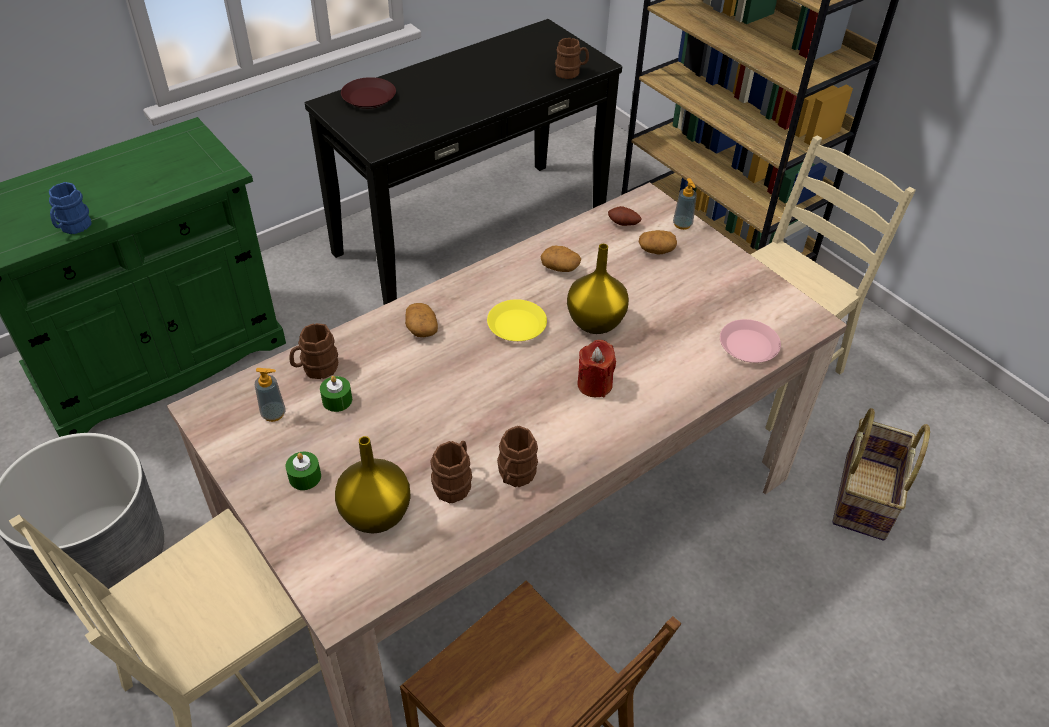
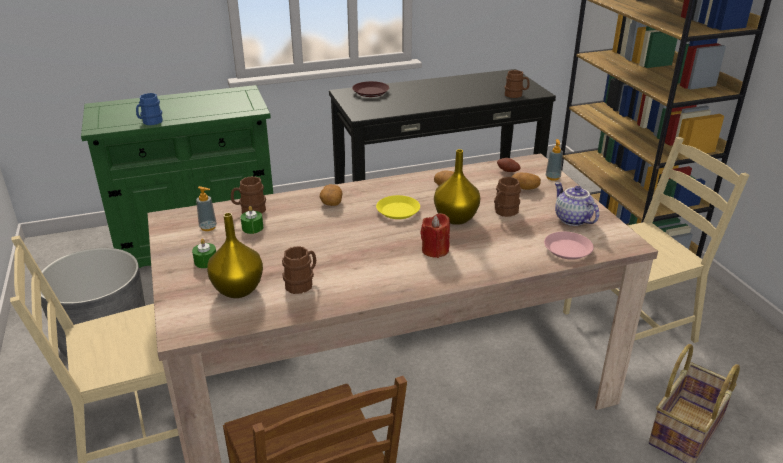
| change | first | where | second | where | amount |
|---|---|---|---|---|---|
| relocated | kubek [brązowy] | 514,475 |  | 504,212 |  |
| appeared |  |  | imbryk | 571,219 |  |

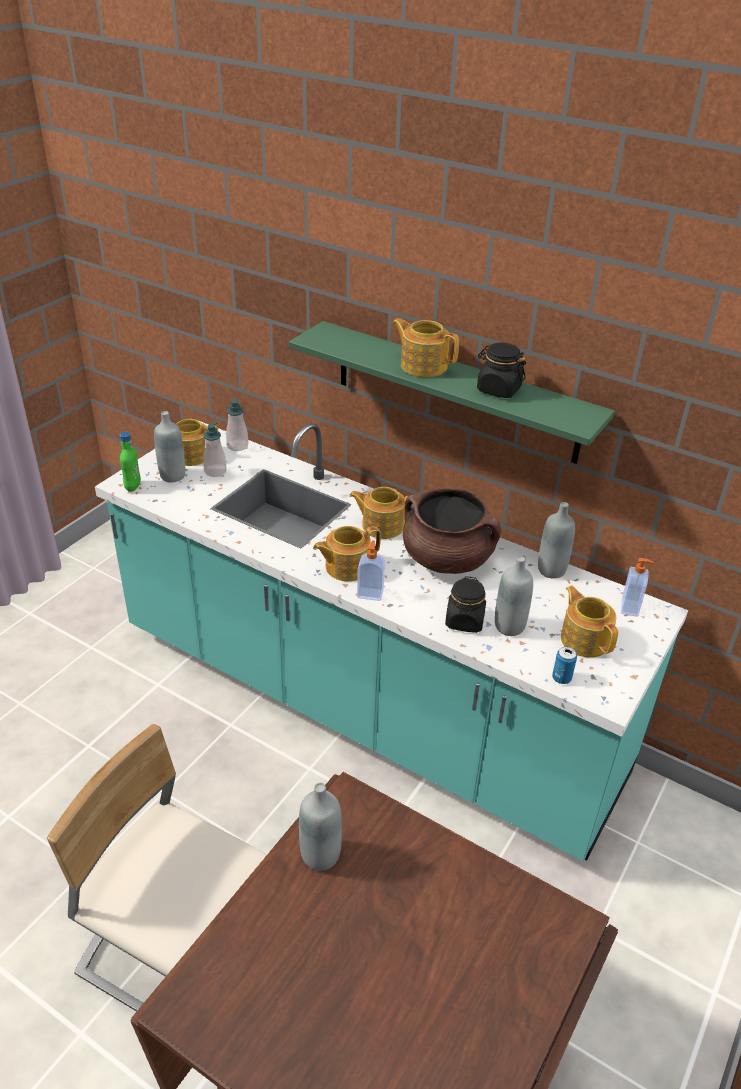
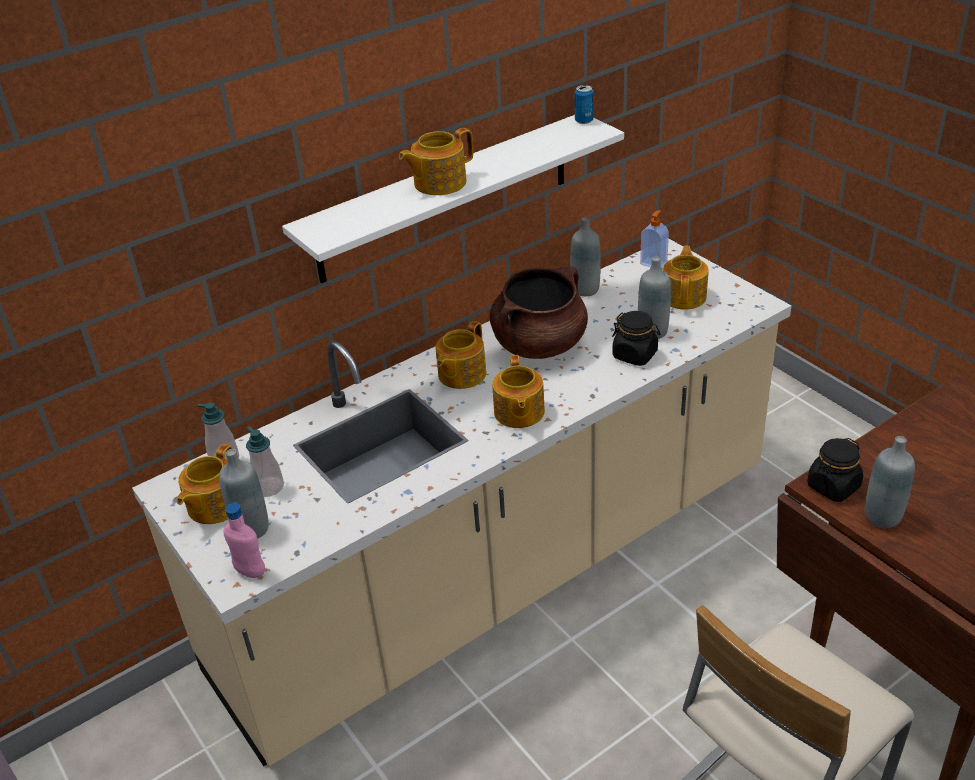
| change | first | where | second | where | amount |
|---|---|---|---|---|---|
| colour | zabudowa kuchenna [turkusowy] | 364,703 | zabudowa kuchenna [beżowy] | 500,571 |  |
| colour | butelka [zielony] | 133,486 | butelka [różowy] | 250,571 |  |
| colour | półka [zielony] | 455,392 | półka [biały] | 445,197 |  |
| relocated | puszka | 561,678 |  | 584,120 |  |
| spun | imbryk | 584,639 |  | 684,296 | 105 degrees clockwise |
| relocated | słoik [czarny] | 498,389 |  | 833,486 |  |
| missing | dozownik mydła | 370,593 |  |  |  |

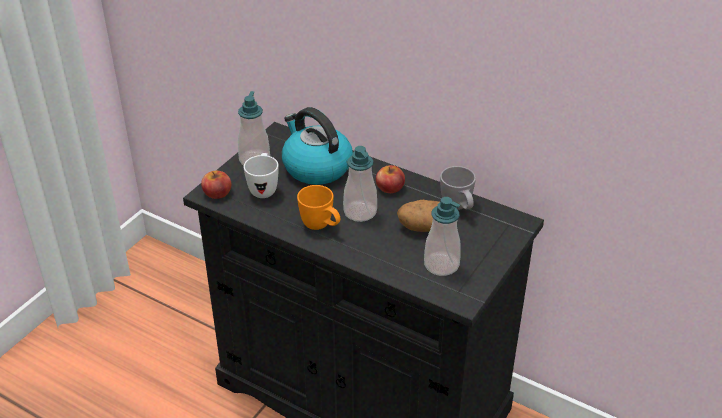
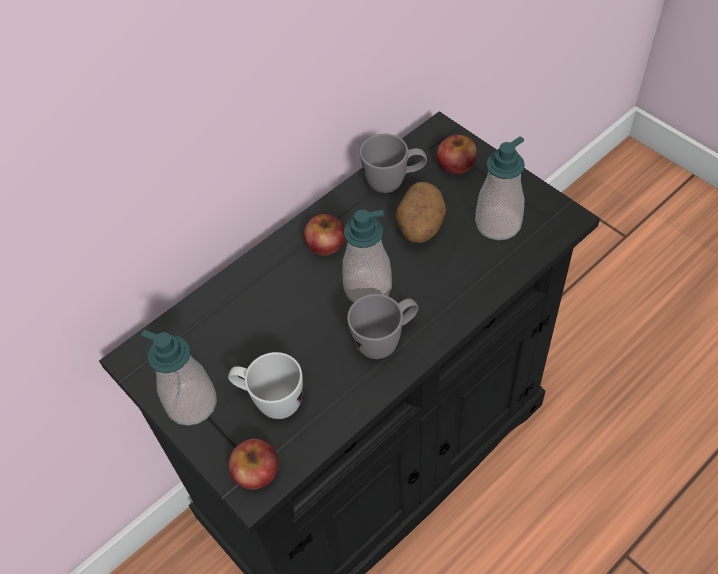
| change | first | where | second | where | amount |
|---|---|---|---|---|---|
| colour | kubek [pomarańczowy] | 321,227 | kubek [szary] | 386,340 |  |
| appeared |  |  | jabłko | 456,164 |  |
| missing | czajnik | 316,167 |  |  |  |

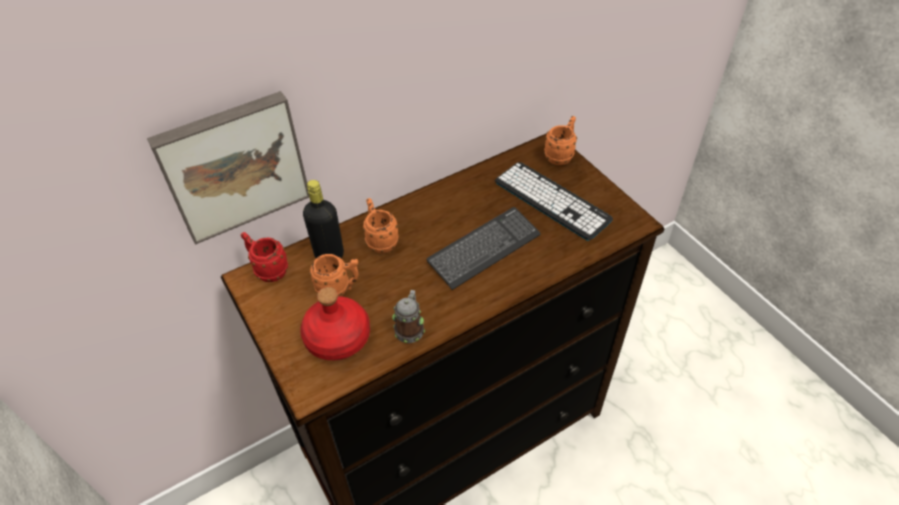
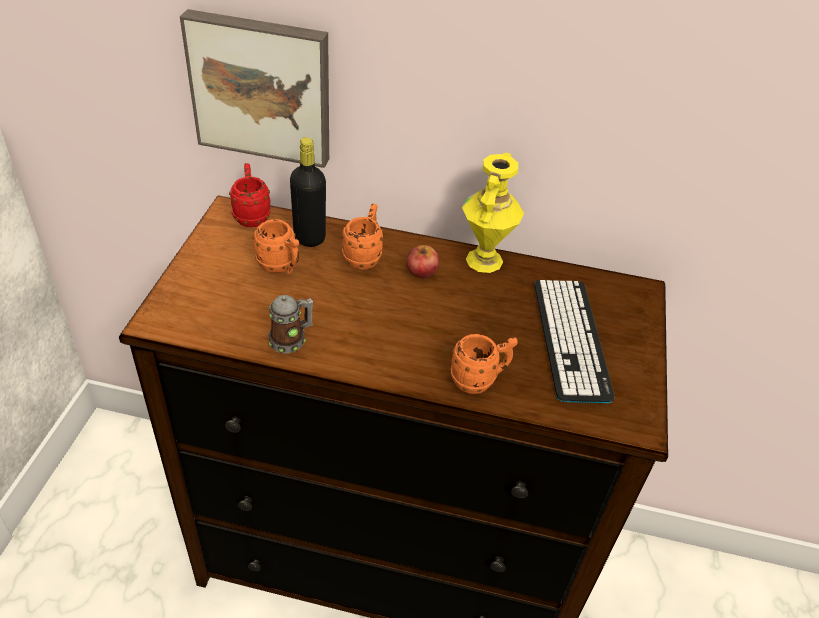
| change | first | where | second | where | amount |
|---|---|---|---|---|---|
| appeared |  |  | jabłko | 421,270 |  |
| relocated | kubek [pomarańczowy] | 560,155 |  | 479,380 |  |
| appeared |  |  | wazon [żółty] | 485,260 |  |
| missing | butelka [czerwony] | 338,339 |  |  |  |
| missing | klawiatura | 484,249 |  |  |  |

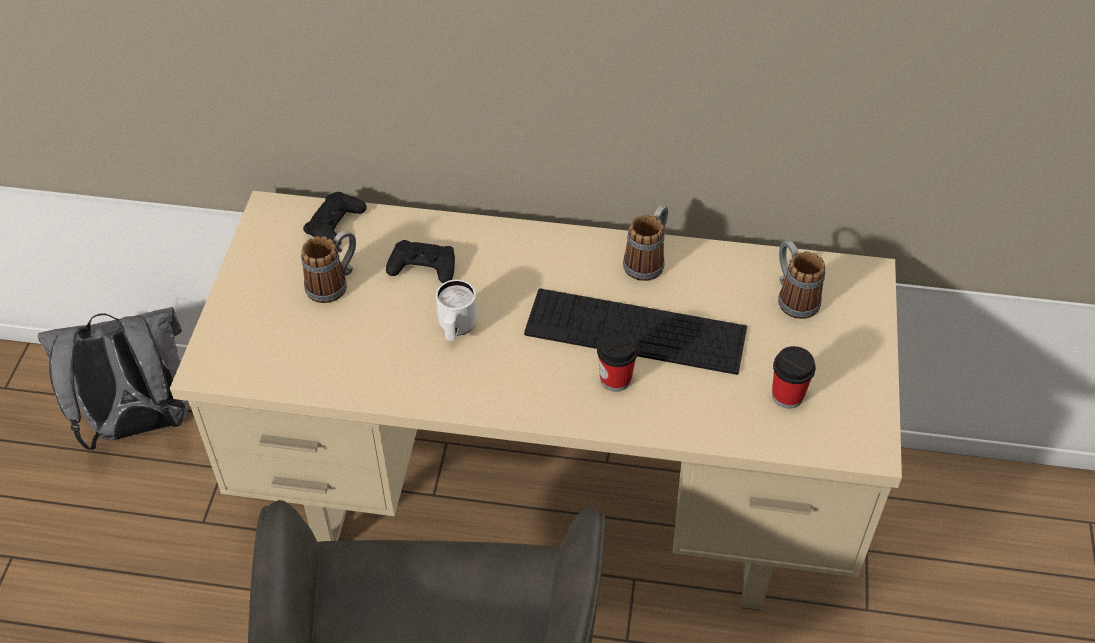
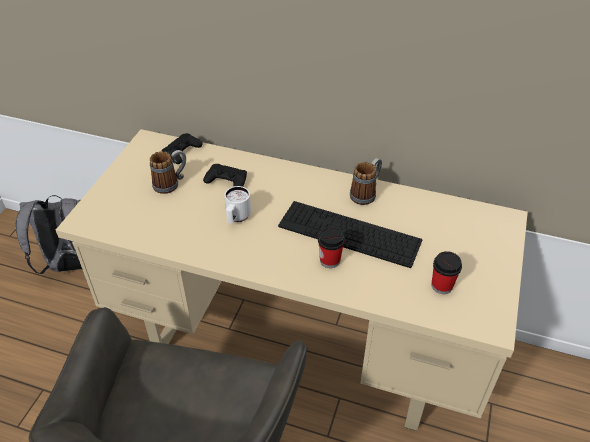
| change | first | where | second | where | amount |
|---|---|---|---|---|---|
| missing | kubek | 793,297 |  |  |  |

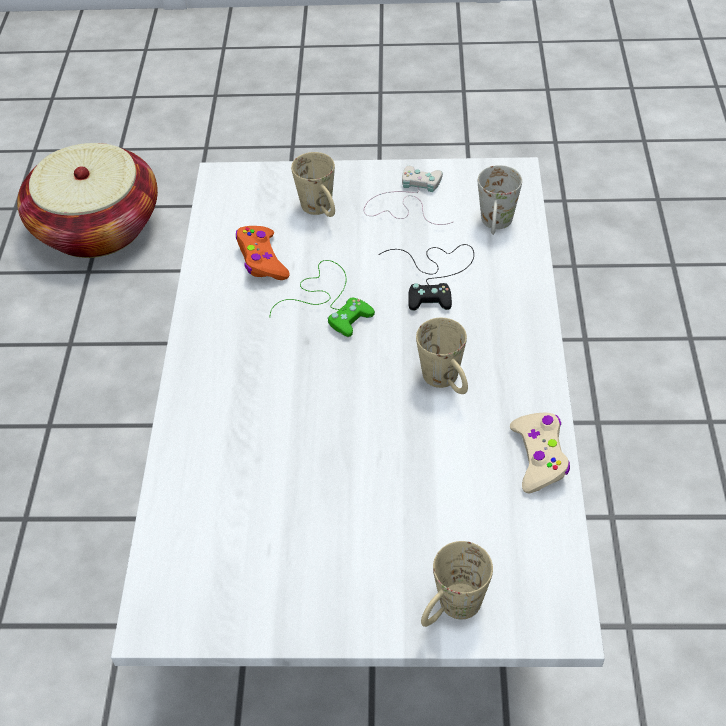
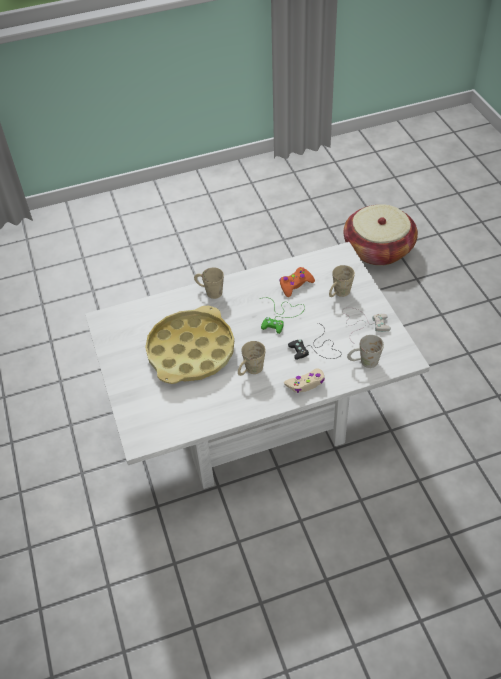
| change | first | where | second | where | amount |
|---|---|---|---|---|---|
| appeared |  |  | taca [żółty] | 190,351 |  |
| relocated | kubek [beżowy] | 451,611 |  | 209,292 |  |
| relocated | pad do gier [beżowy] | 539,457 |  | 306,384 |  |

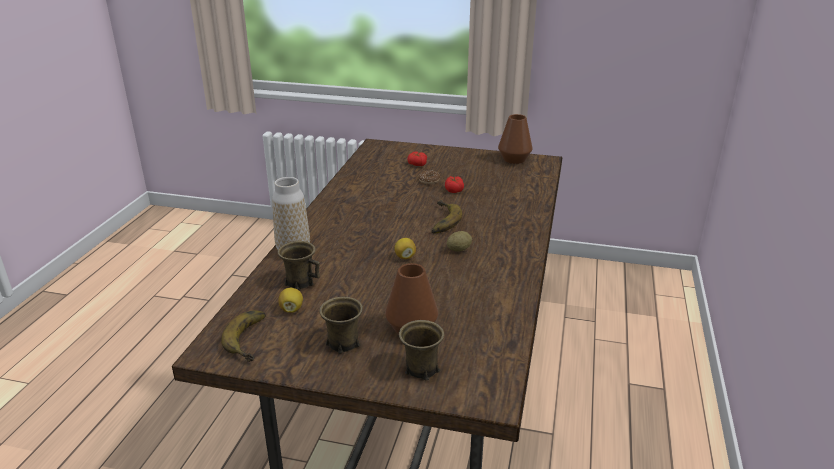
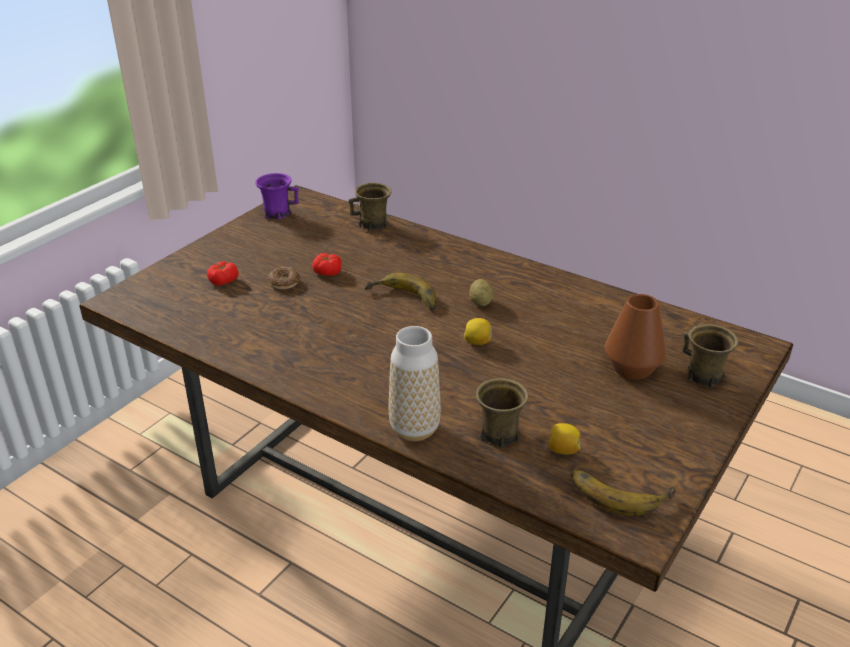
| change | first | where | second | where | amount |
|---|---|---|---|---|---|
| exchanged | wazon [brązowy] | 514,159 | kubek [fioletowy] | 277,213 |  |
| relocated | kubek [brązowy] | 342,343 |  | 373,224 |  |

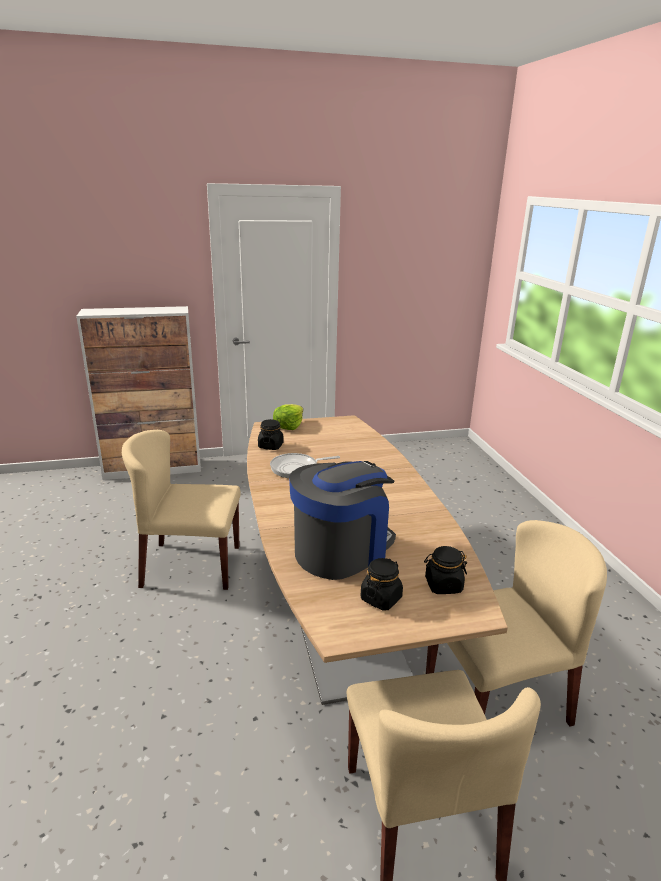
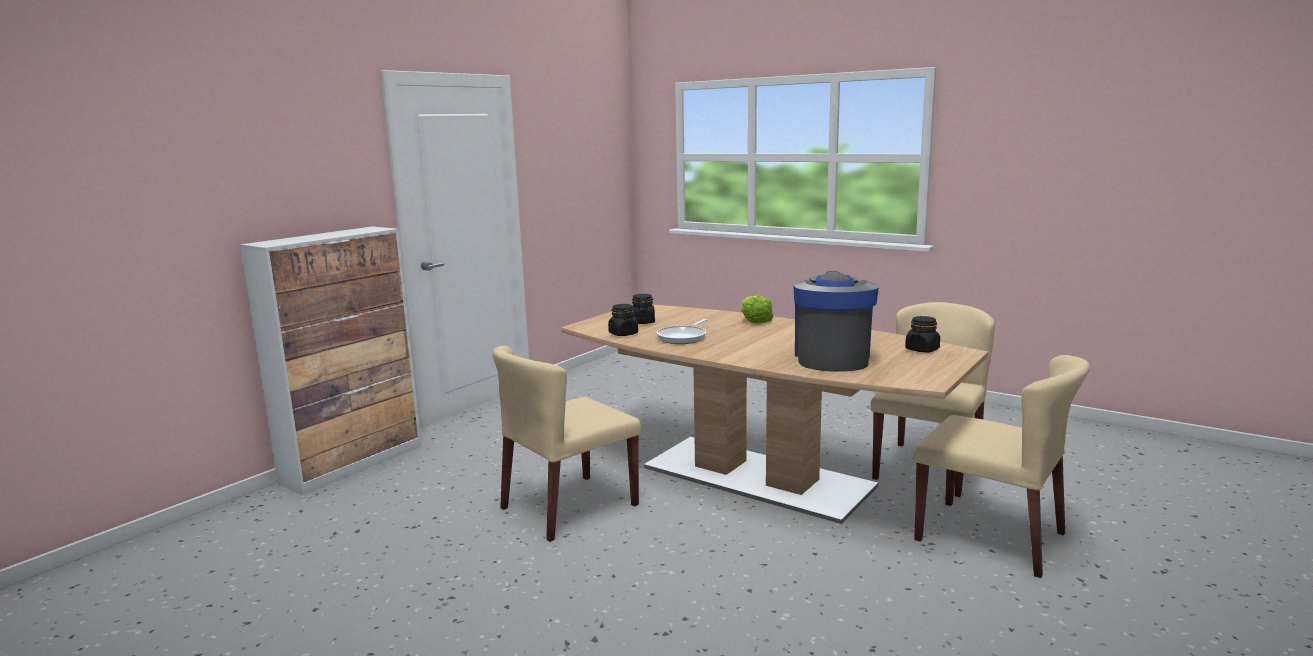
| change | first | where | second | where | amount |
|---|---|---|---|---|---|
| relocated | słoik [czarny] | 381,598 |  | 643,322 |  |
| relocated | sałata | 289,426 |  | 755,321 |  |

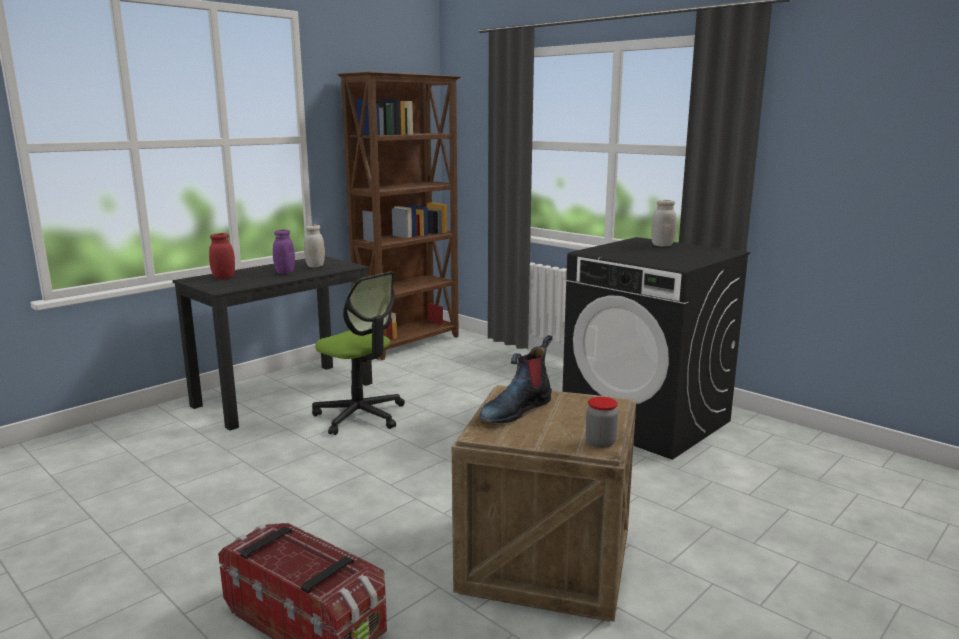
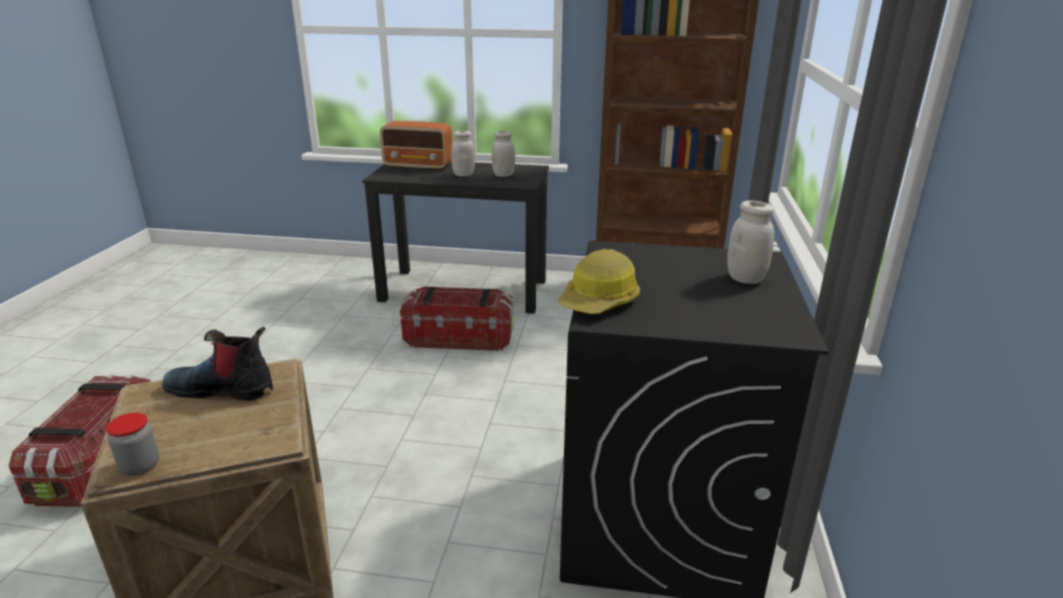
| change | first | where | second | where | amount |
|---|---|---|---|---|---|
| exchanged | słoik [czerwony] | 223,277 | radio | 419,166 |  |
| exchanged | krzesło biurowe | 360,416 | pojemnik do przechowywania | 459,338 |  |
| colour | słoik [fioletowy] | 285,272 | słoik [biały] | 463,174 |  |
| appeared |  |  | kask | 599,301 |  |

